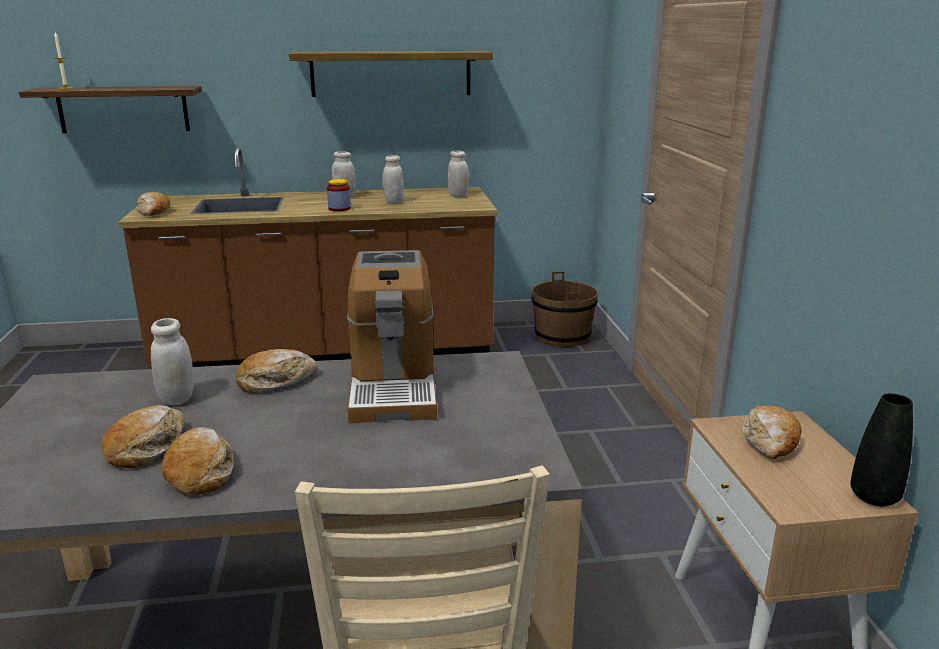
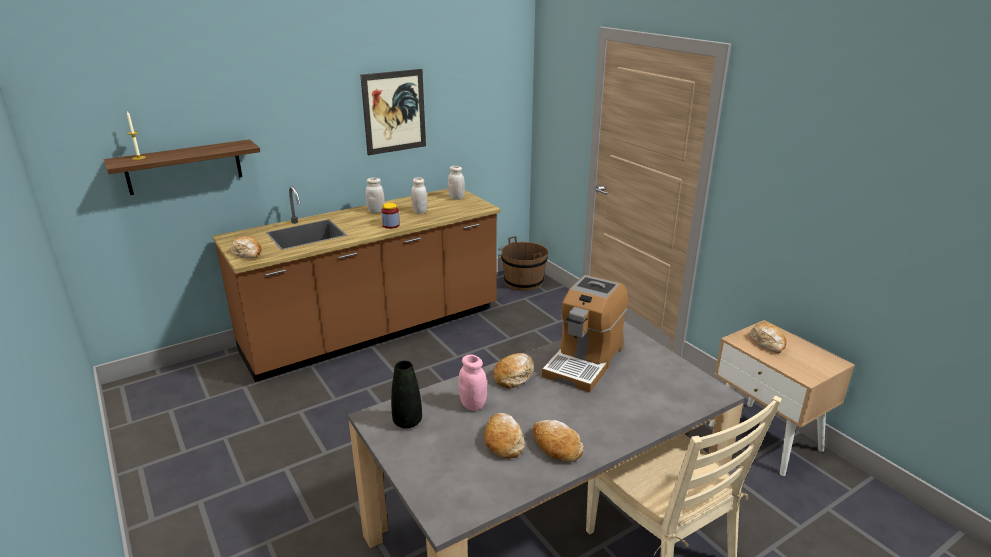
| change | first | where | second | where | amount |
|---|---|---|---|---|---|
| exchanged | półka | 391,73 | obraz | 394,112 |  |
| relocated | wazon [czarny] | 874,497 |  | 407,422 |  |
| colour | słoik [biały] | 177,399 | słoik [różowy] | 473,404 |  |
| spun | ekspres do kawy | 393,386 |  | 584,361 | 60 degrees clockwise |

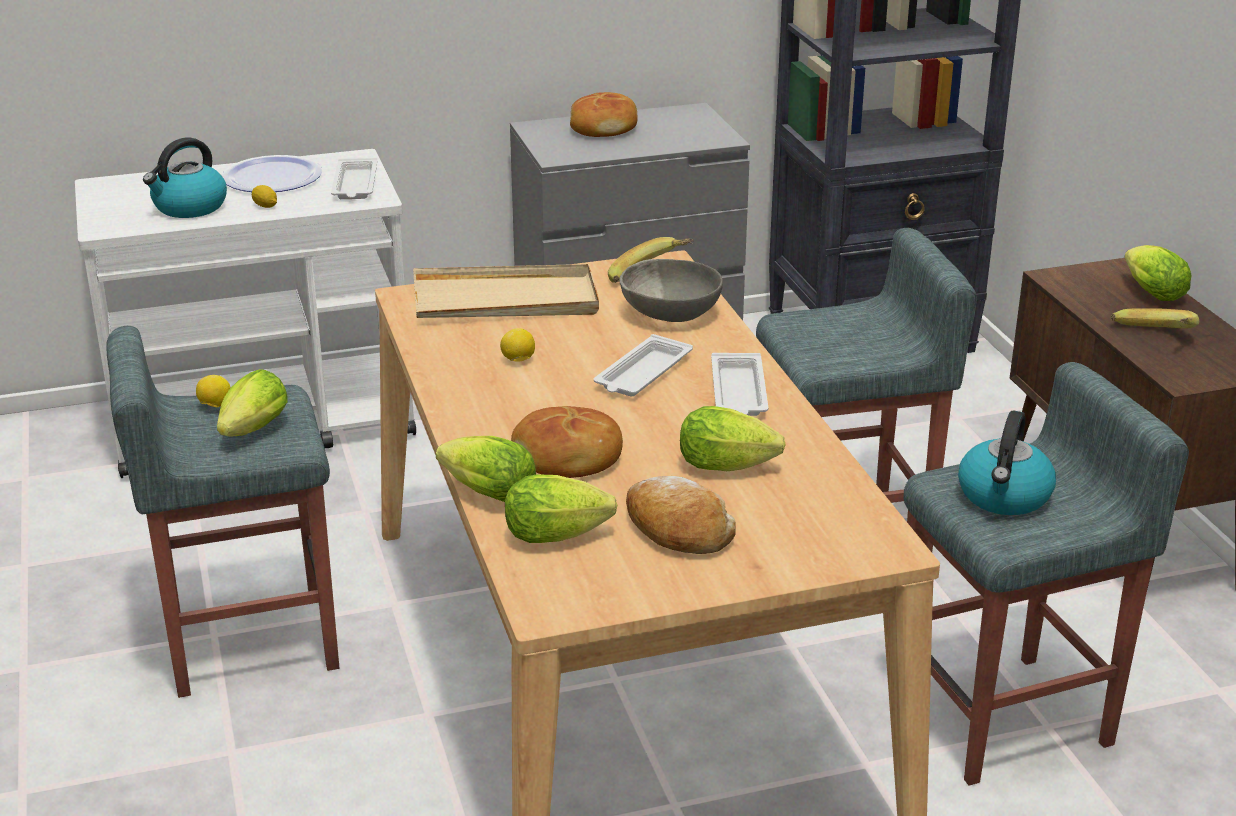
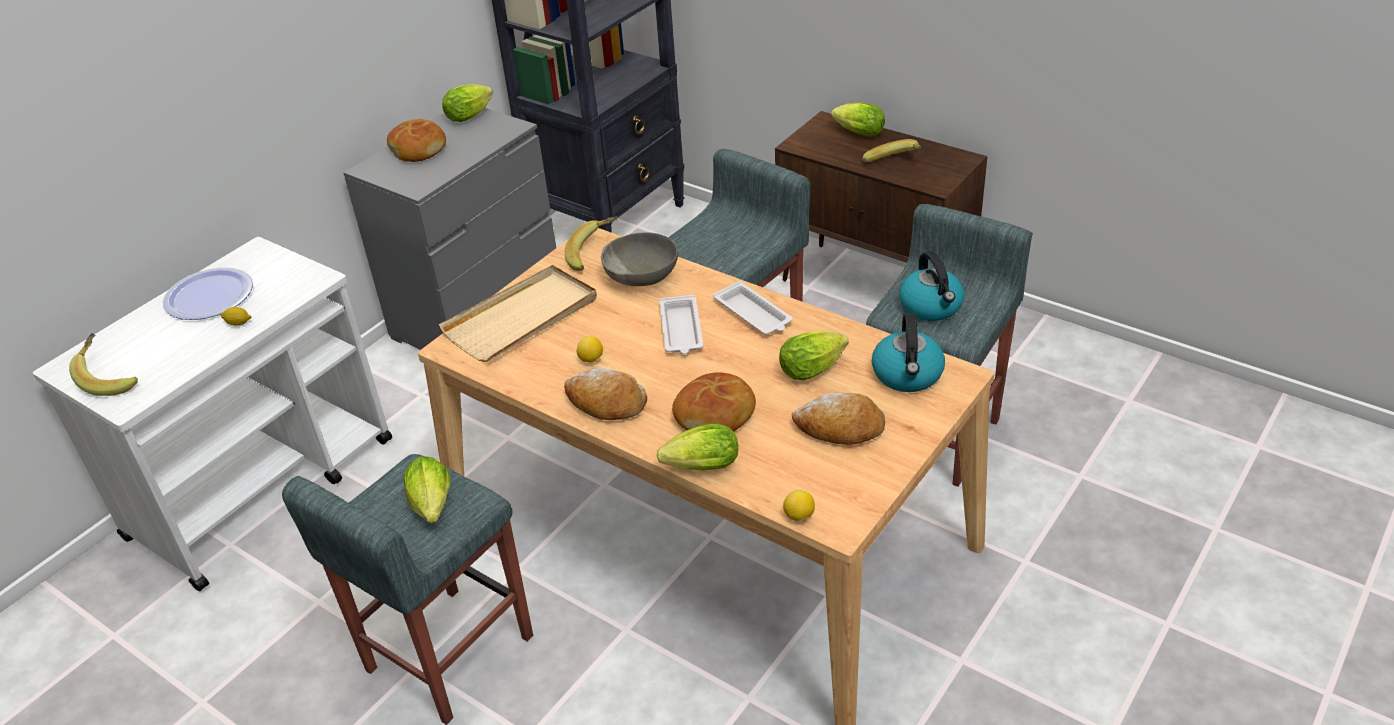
| change | first | where | second | where | amount |
|---|---|---|---|---|---|
| appeared |  |  | banan | 111,378 |  |
| relocated | sałata | 561,536 |  | 471,115 |  |
| appeared |  |  | chleb | 606,403 |  |
| relocated | cytryna | 215,406 |  | 799,516 |  |
| relocated | czajnik | 189,207 |  | 907,375 |  |
| missing | taca [biały] | 355,185 |  |  |  |

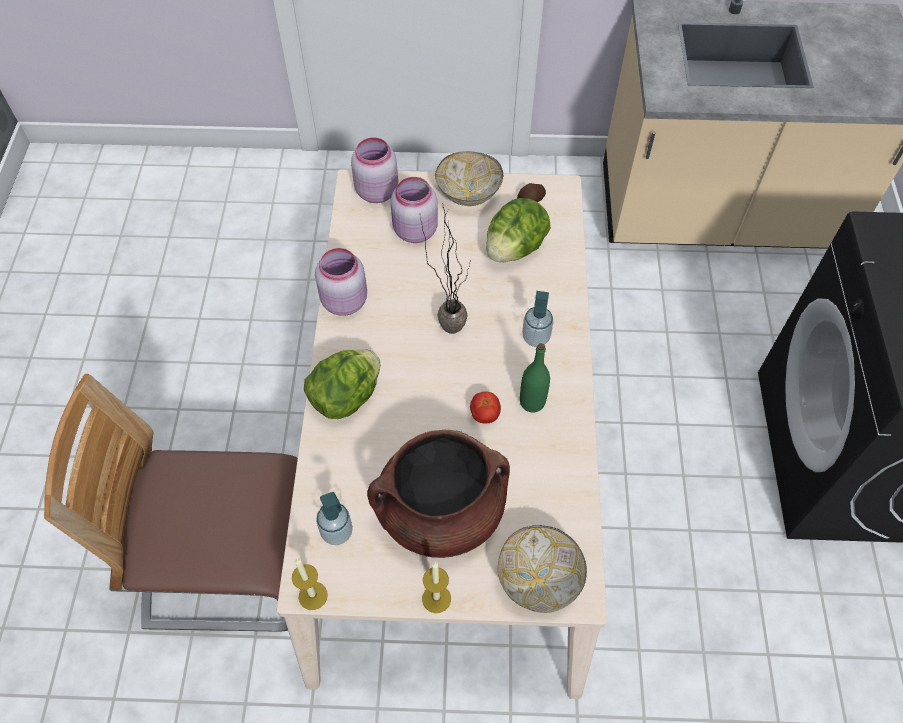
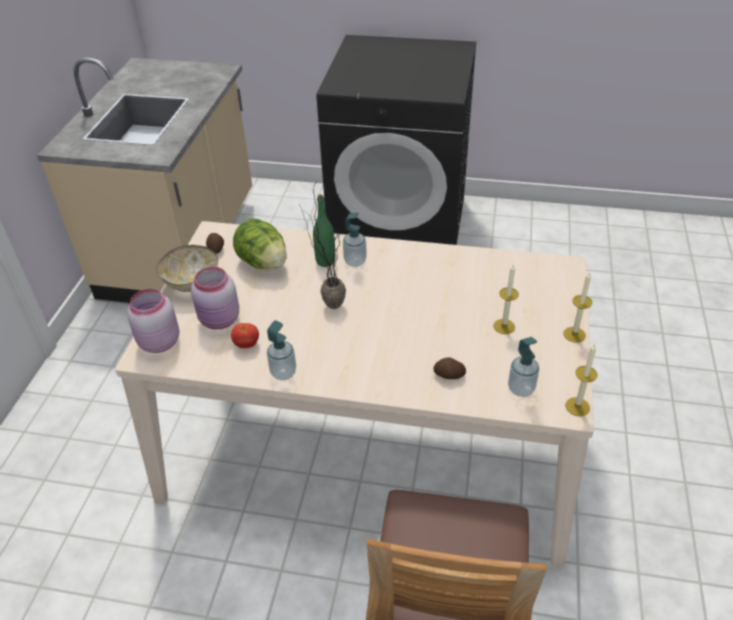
| change | first | where | second | where | amount |
|---|---|---|---|---|---|
| relocated | pomidor | 484,415 |  | 247,344 |  |
| exchanged | słoik [różowy] | 344,300 | dozownik mydła | 283,372 |  |
| relocated | butelka [zielony] | 532,402 |  | 325,261 |  |
| appeared |  |  | ziemniak | 449,375 |  |
| exchanged | garnek [brązowy] | 440,512 | świeca | 504,326 |  |
| missing | sałata | 346,397 |  |  |  |
| missing | miska | 539,578 |  |  |  |

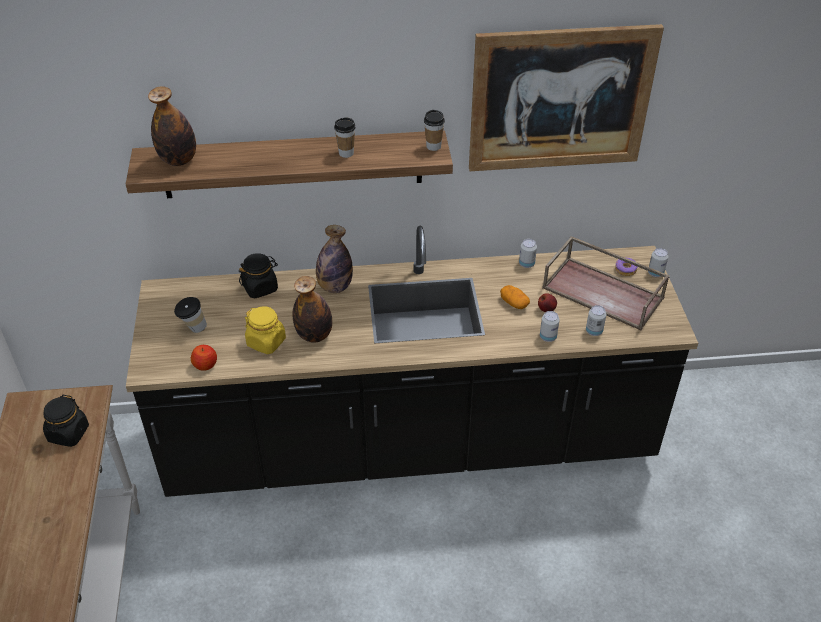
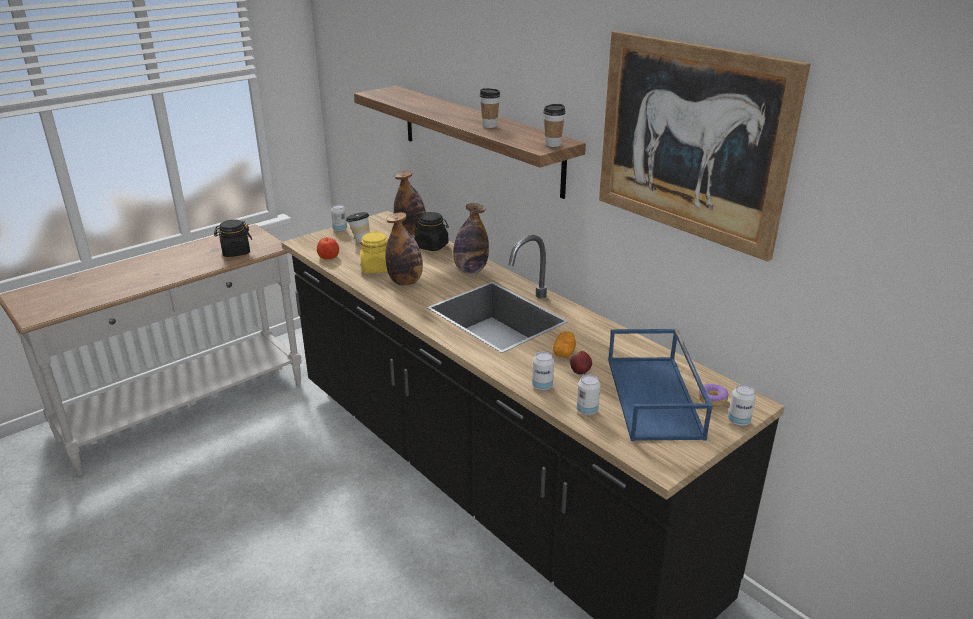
| change | first | where | second | where | amount |
|---|---|---|---|---|---|
| relocated | puszka | 526,264 |  | 340,229 |  |
| relocated | butelka | 178,160 |  | 411,233 |  |
| colour | taca [brązowy] | 604,292 | taca [niebieski] | 655,398 |  |

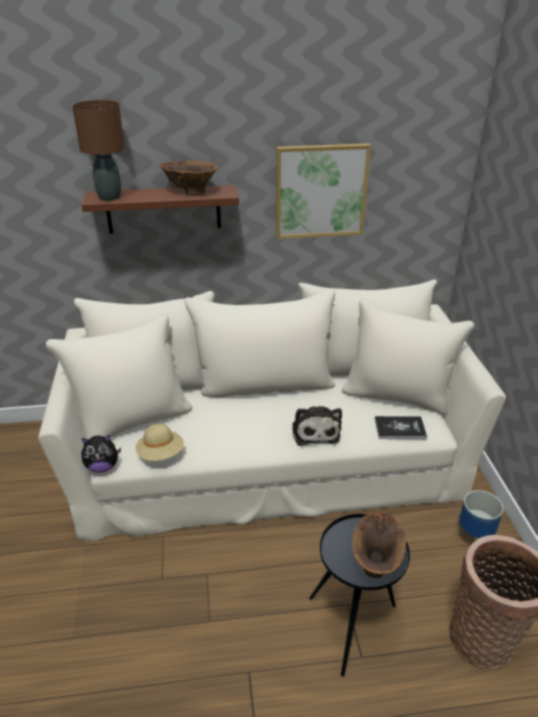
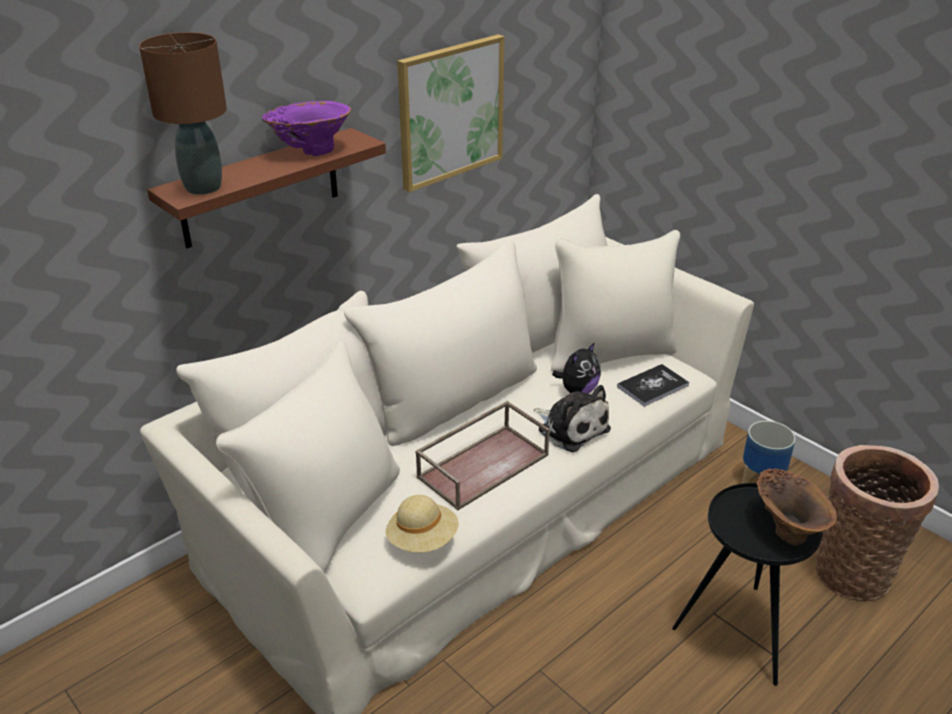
| change | first | where | second | where | amount |
|---|---|---|---|---|---|
| colour | wazon [brązowy] | 190,192 | wazon [fioletowy] | 310,151 |  |
| appeared |  |  | taca [brązowy] | 483,465 |  |
| relocated | pluszak | 102,467 |  | 578,391 |  |

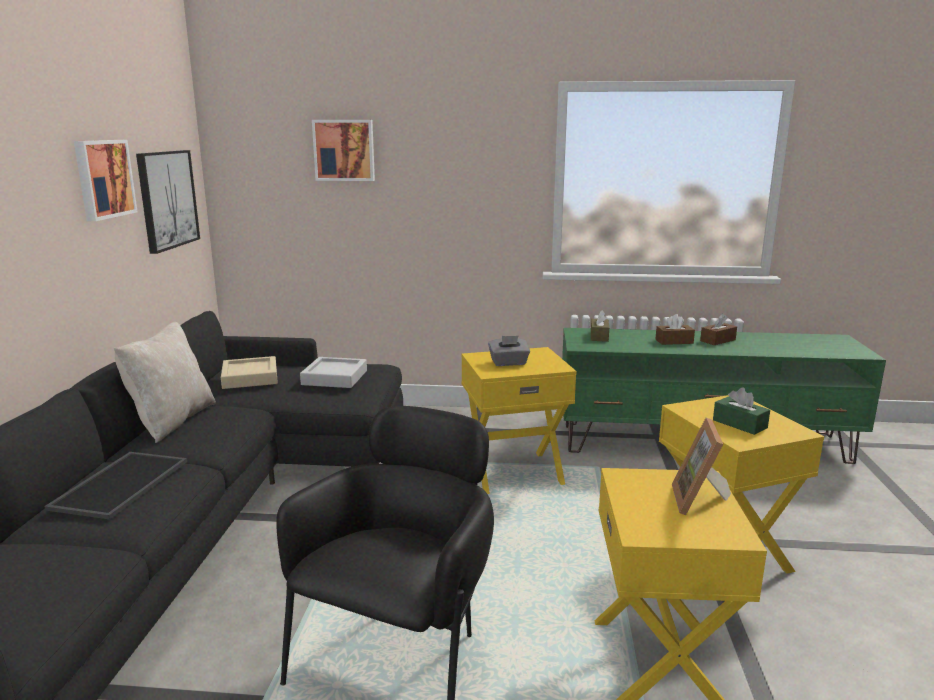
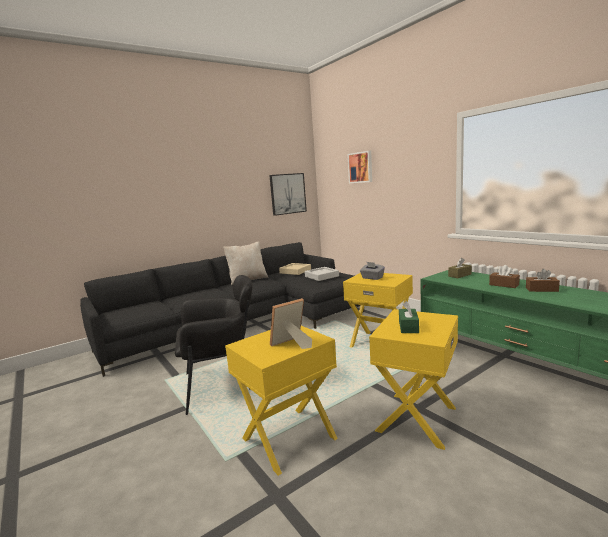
| change | first | where | second | where | amount |
|---|---|---|---|---|---|
| missing | taca | 120,483 |  |  |  |
| missing | obraz | 103,179 |  |  |  |

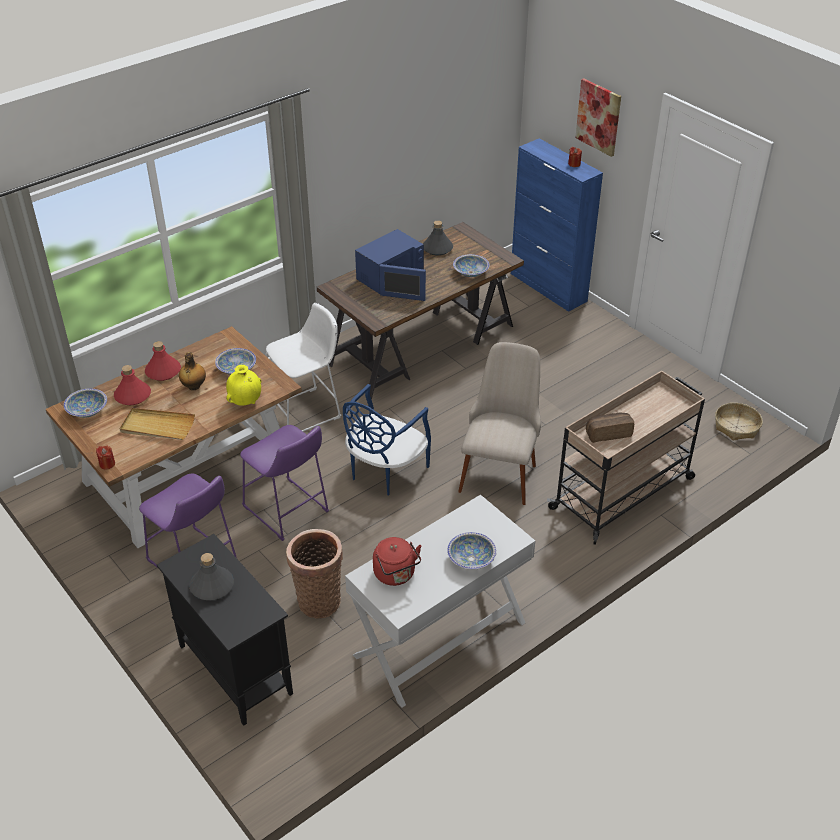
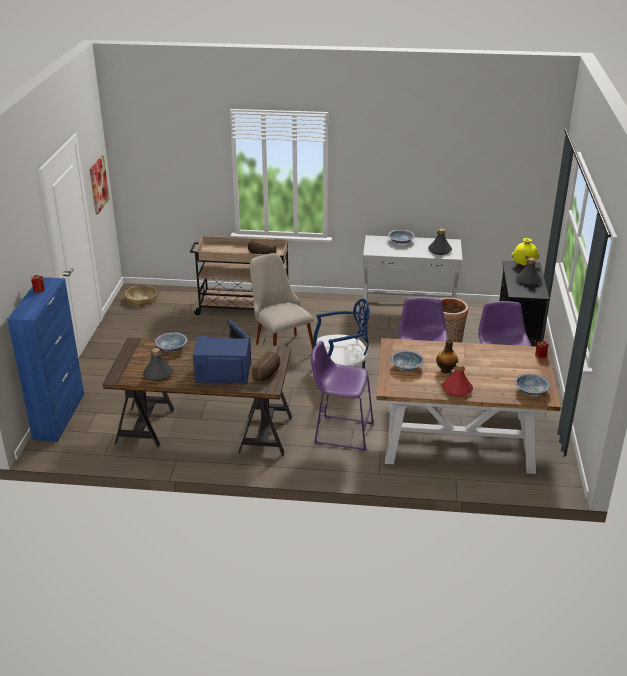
| change | first | where | second | where | amount |
|---|---|---|---|---|---|
| relocated | obraz | 598,117 |  | 98,184 |  |
| spun | krzesło [beżowy] | 500,468 |  | 280,345 | 90 degrees clockwise |
| appeared |  |  | chleb | 268,373 |  |
| colour | stołek [biały] | 306,412 | stołek [fioletowy] | 340,432 |  |
| exchanged | czajnik [czerwony] | 396,575 | butelka [szary] | 440,250 |  |
| relocated | wazon [żółty] | 246,402 |  | 523,265 |  |
| missing | butelka [czerwony] | 132,395 |  |  |  |
| missing | taca [beżowy] | 157,426 |  |  |  |

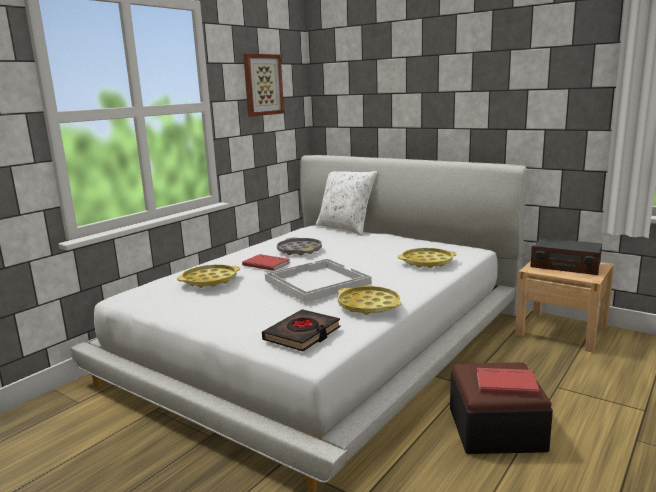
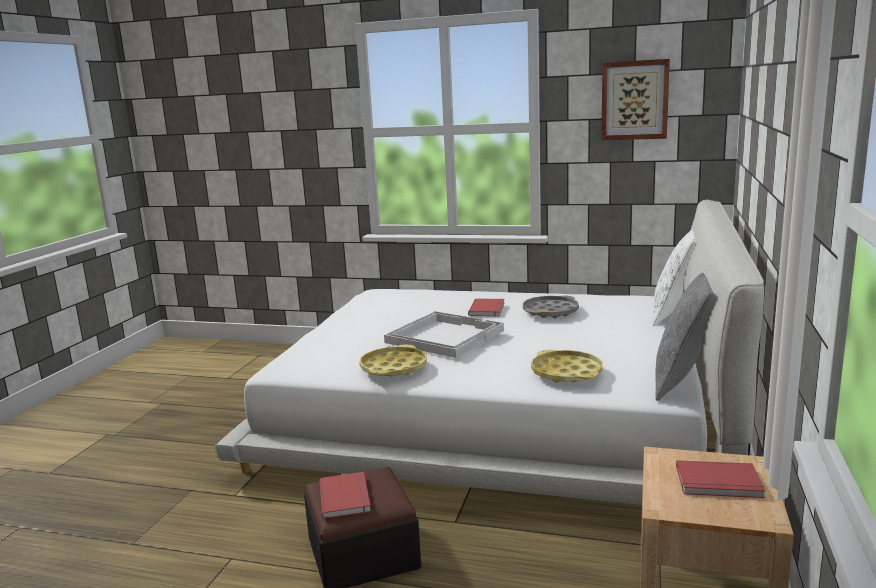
| change | first | where | second | where | amount |
|---|---|---|---|---|---|
| appeared |  |  | poduszka [szary] | 685,379 |  |
| exchanged | radio | 566,265 | książka [czerwony] | 719,483 |  |
| missing | taca [żółty] | 210,280 |  |  |  |
| missing | książka [czarny] | 302,334 |  |  |  |

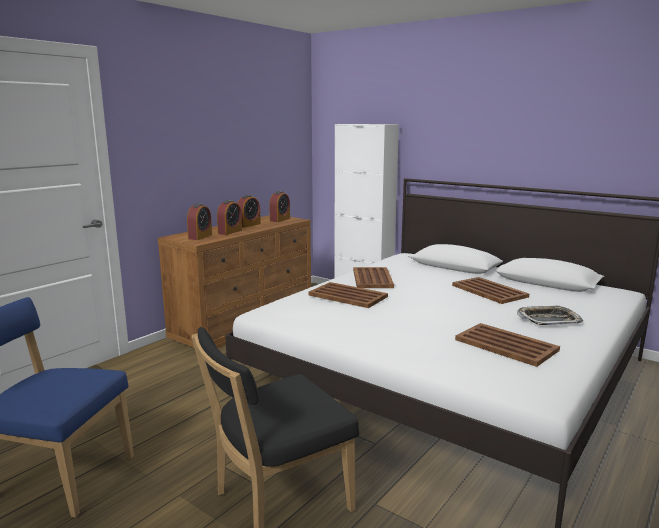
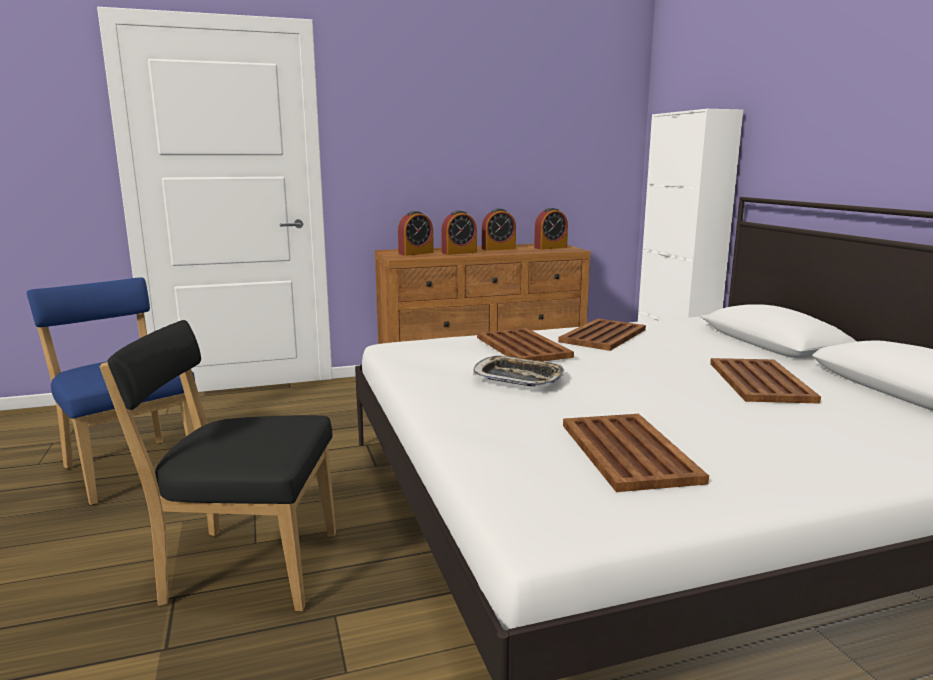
| change | first | where | second | where | amount |
|---|---|---|---|---|---|
| relocated | taca | 548,320 |  | 518,378 |  |

